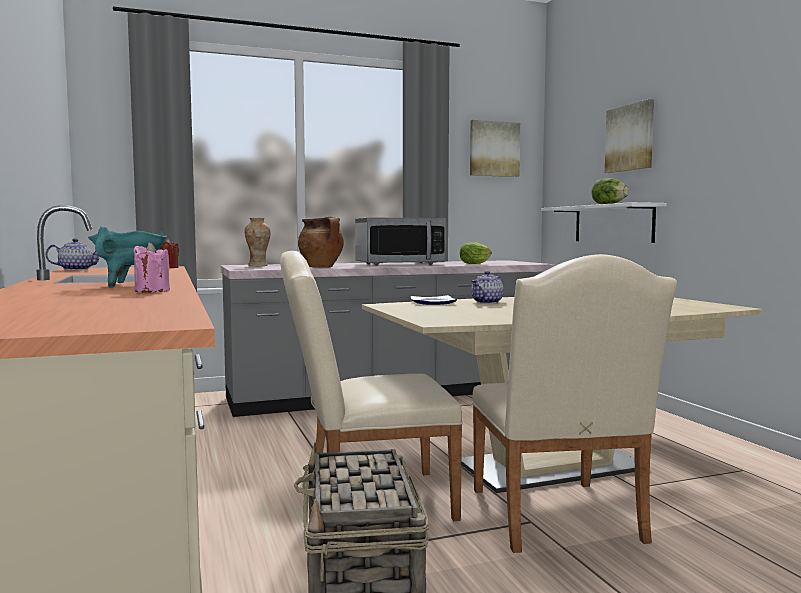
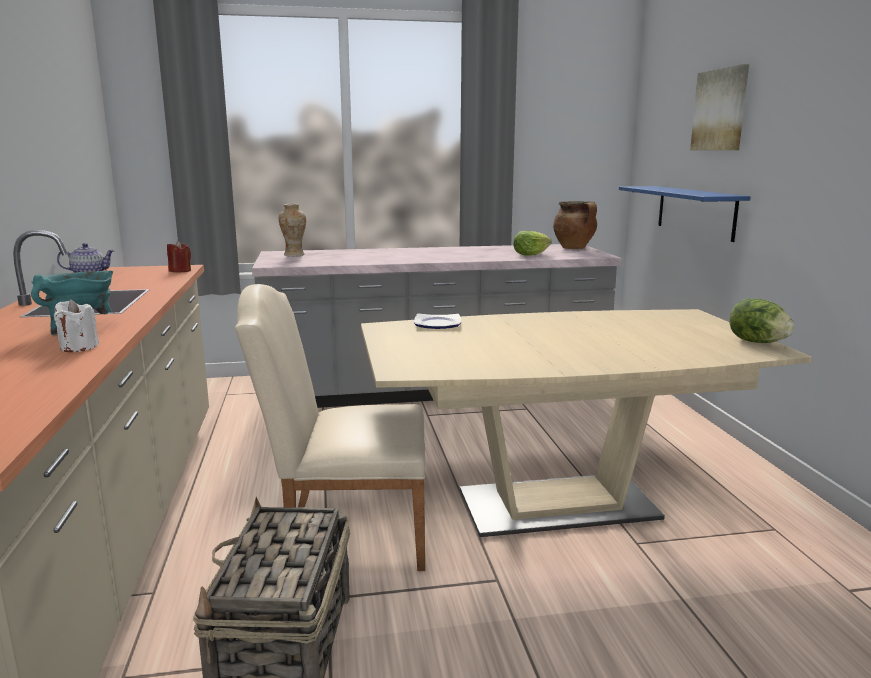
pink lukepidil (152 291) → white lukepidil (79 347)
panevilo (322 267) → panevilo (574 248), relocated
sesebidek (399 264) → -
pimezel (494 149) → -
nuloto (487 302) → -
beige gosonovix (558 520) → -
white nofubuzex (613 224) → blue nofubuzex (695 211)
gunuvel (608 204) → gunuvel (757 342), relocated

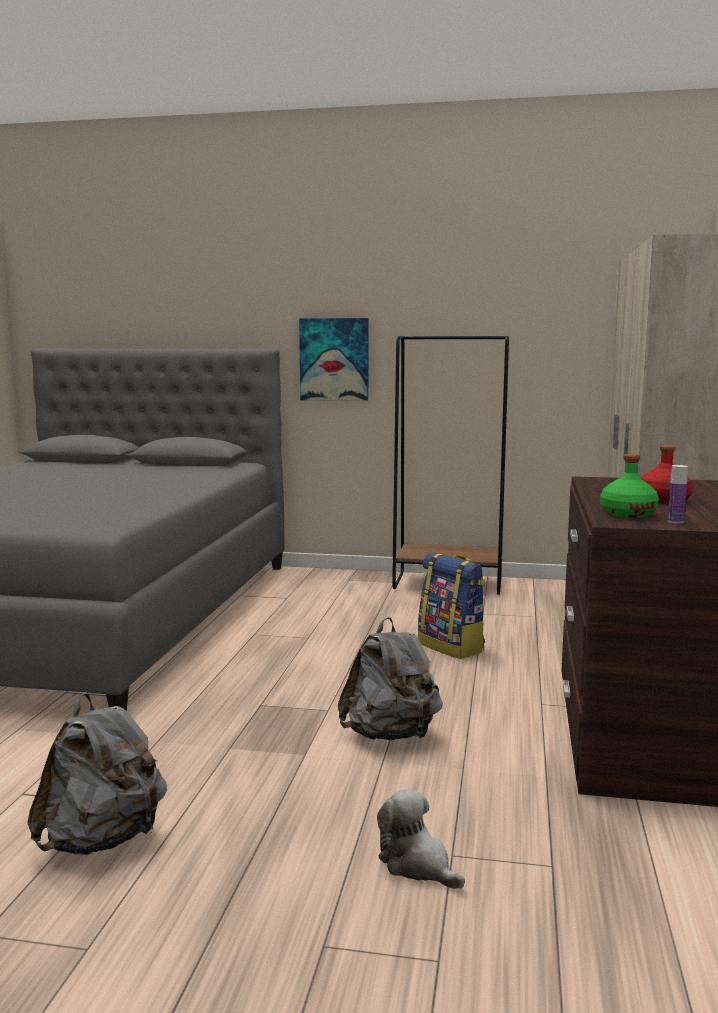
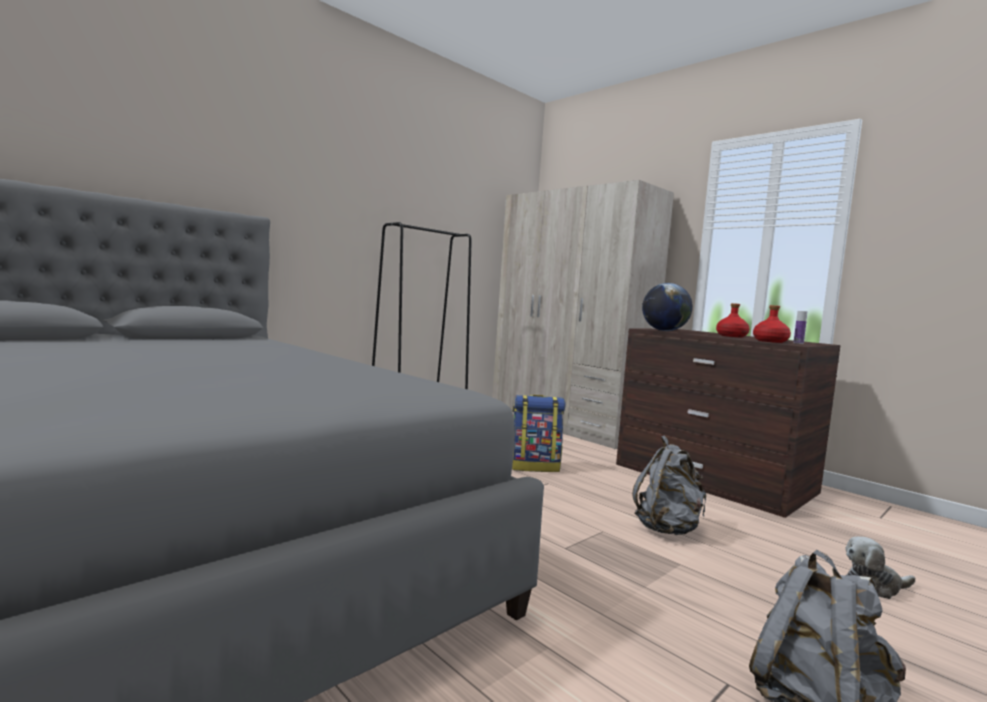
pimezel (334 359) → -
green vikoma (627 514) → red vikoma (769 341)
- → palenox (664 331)

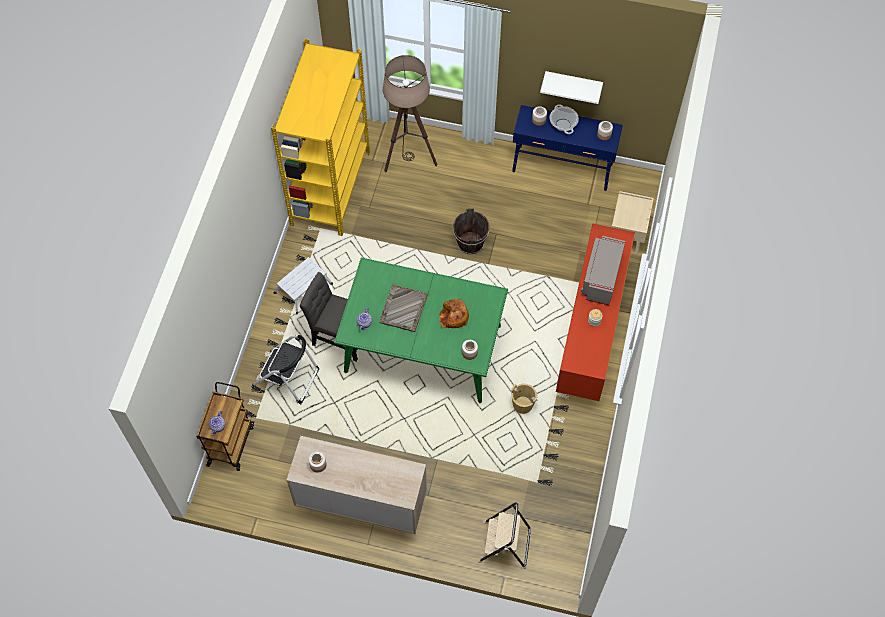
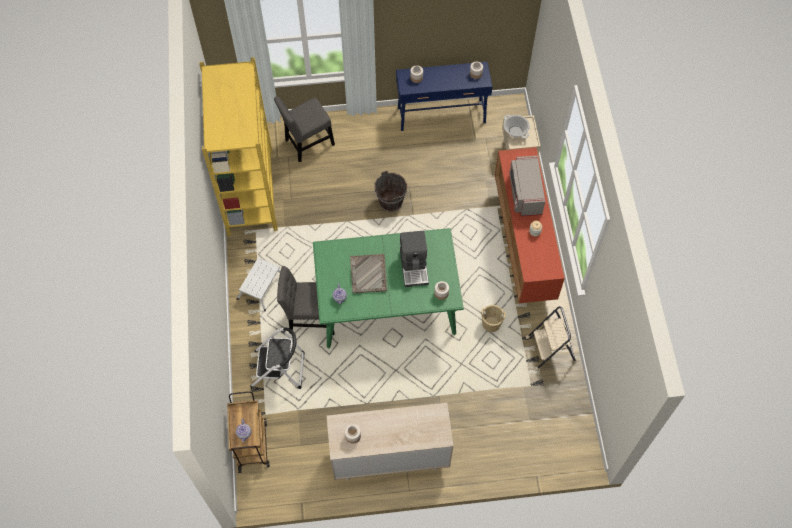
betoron (409 155) → grey gosonovix (307 144)
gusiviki (453 316) → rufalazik (414 267)
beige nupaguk (507 545) → beige nupaguk (553 349), relocated
white nofubuzex (573 83) → -
panevilo (563 125) → panevilo (515 131), relocated

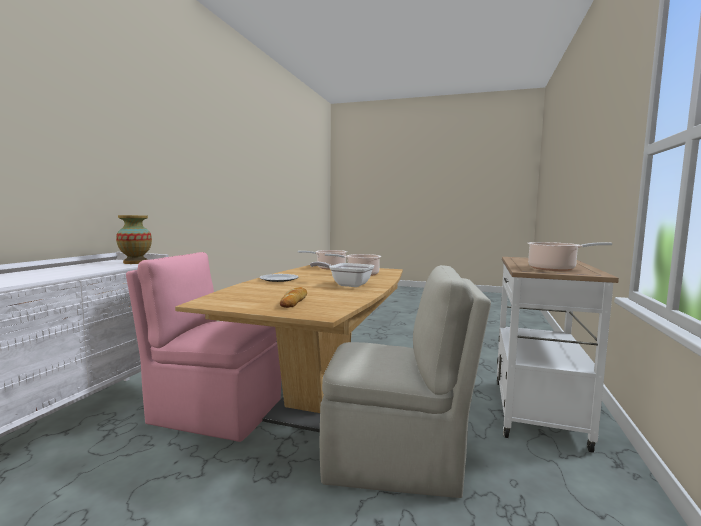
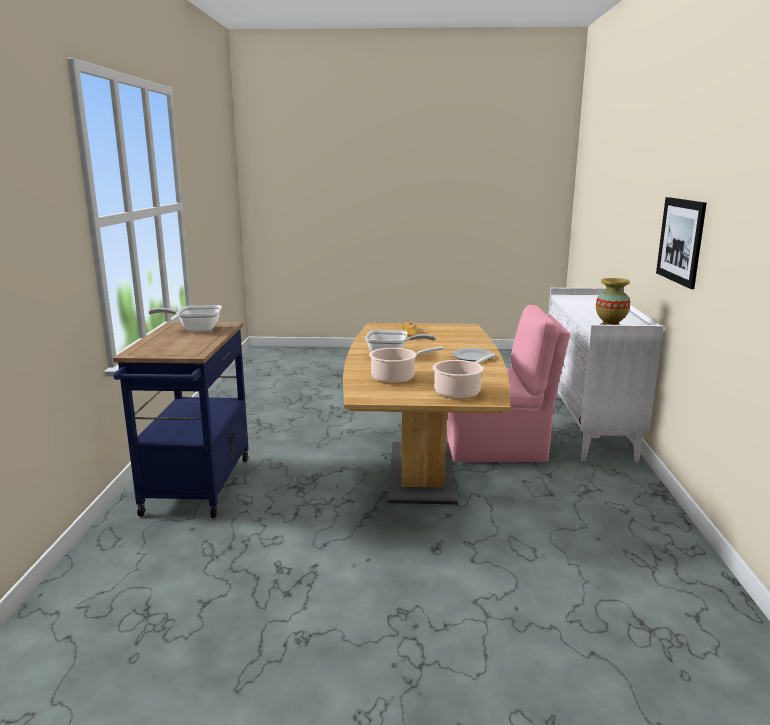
beige gosonovix (396 459) → -
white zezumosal (536 410) → blue zezumosal (196 488)
panevilo (555 269) → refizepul (195 329)
- → pimezel (680 240)

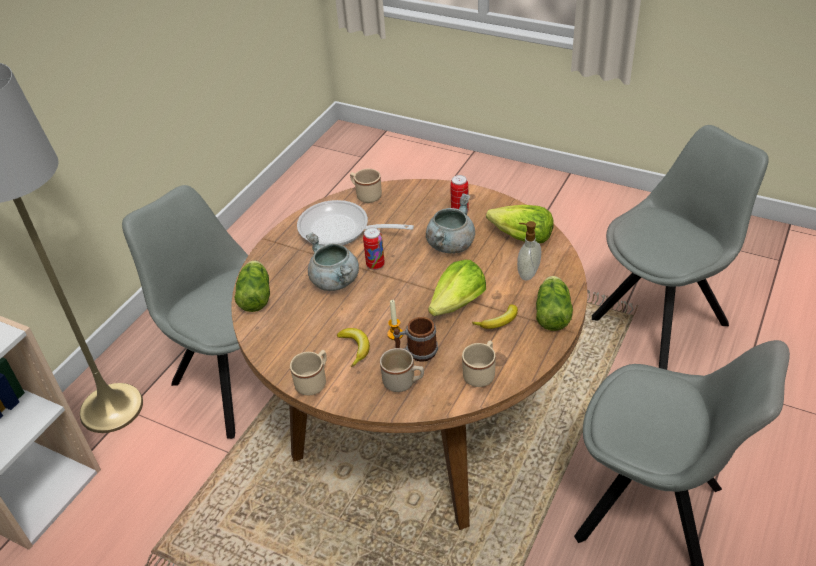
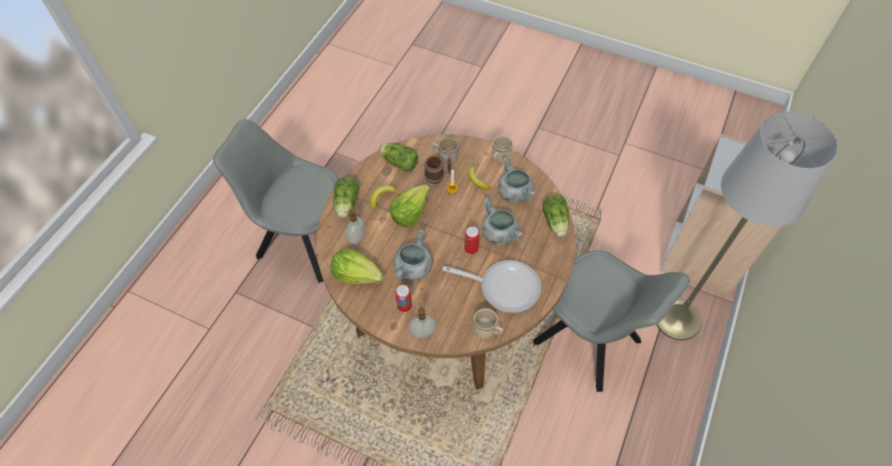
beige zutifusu (481 373) → gunuvel (398 162)
grey gosonovix (661 321) → -
- → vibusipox (422 332)
- → grey panevilo (514 193)

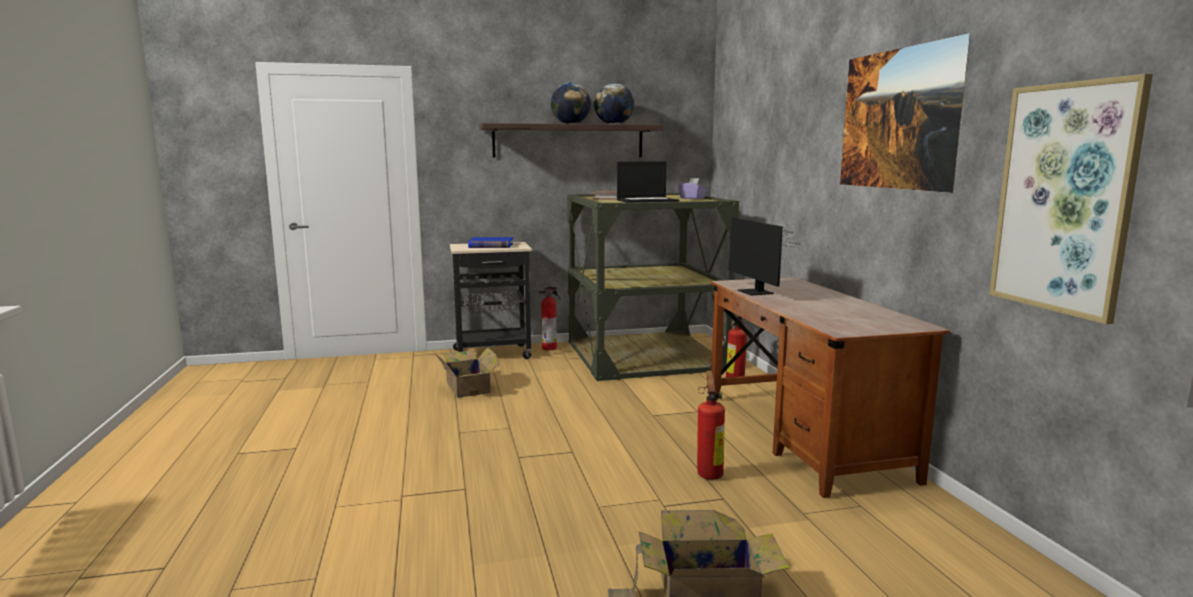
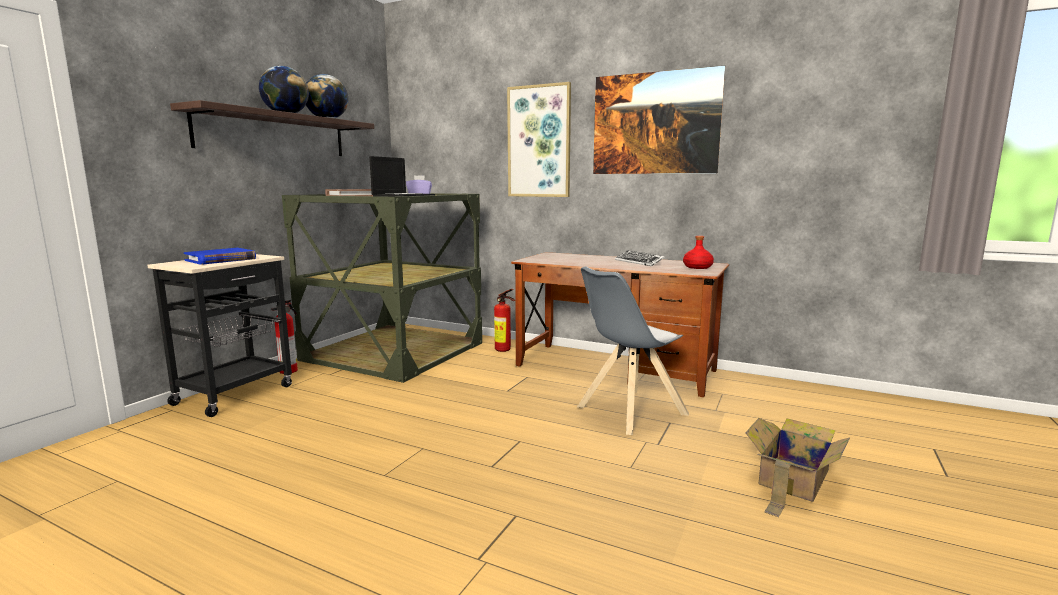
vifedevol (468 387) → -
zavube (709 473) → grey gosonovix (629 411)
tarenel (756 293) → -
pimezel (1064 198) → pimezel (539 142), relocated
- → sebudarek (639 262)
- → red vikoma (698 267)

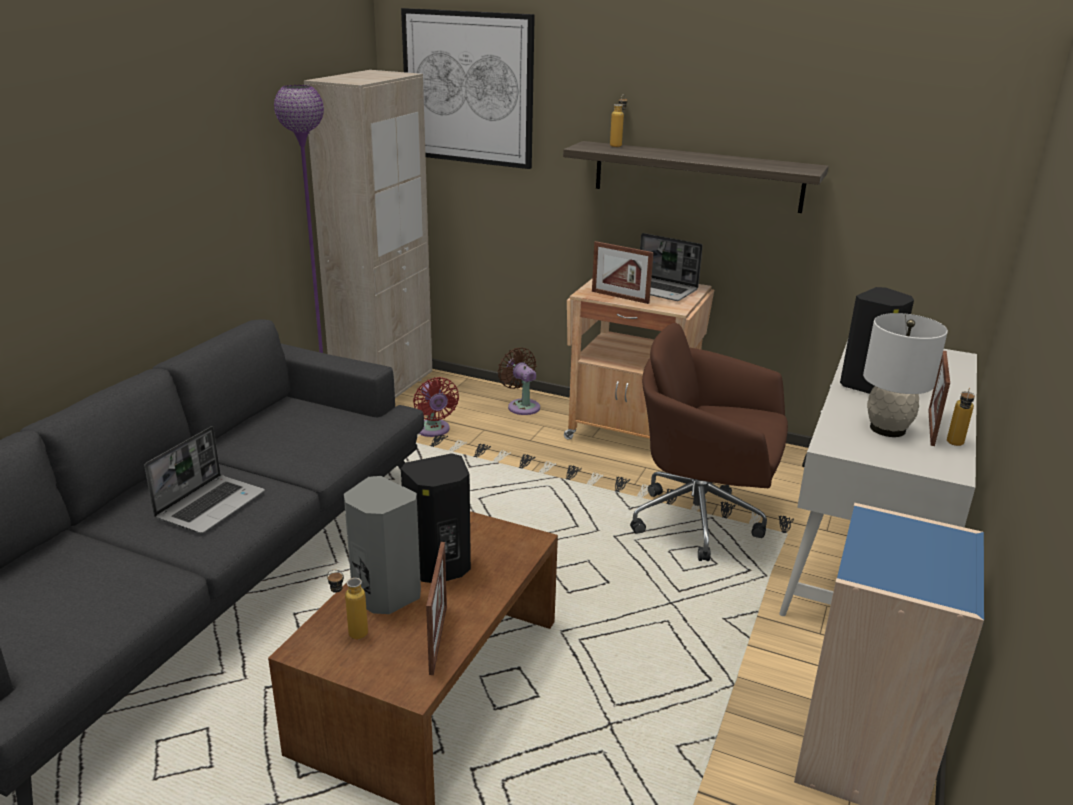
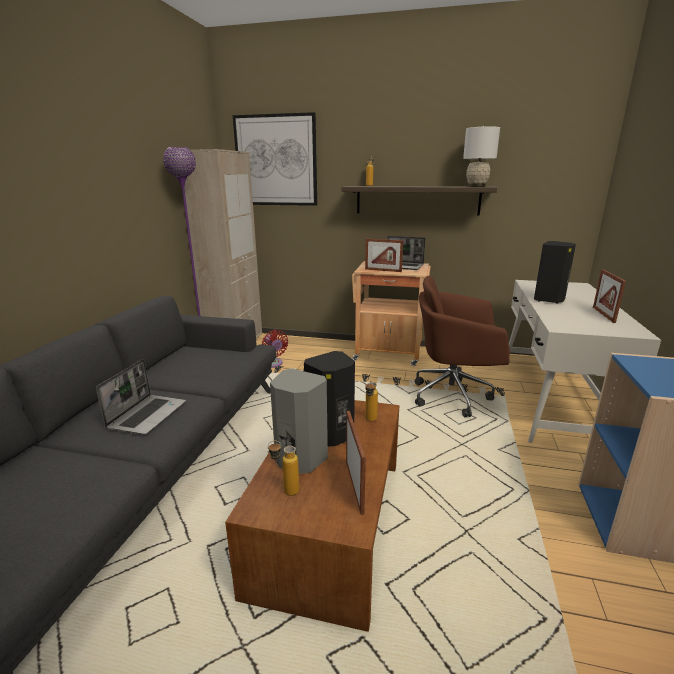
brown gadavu (522 406) → -
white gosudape (887 429) → white gosudape (476 186), relocated
vikoma (954 445) → vikoma (370 421), relocated

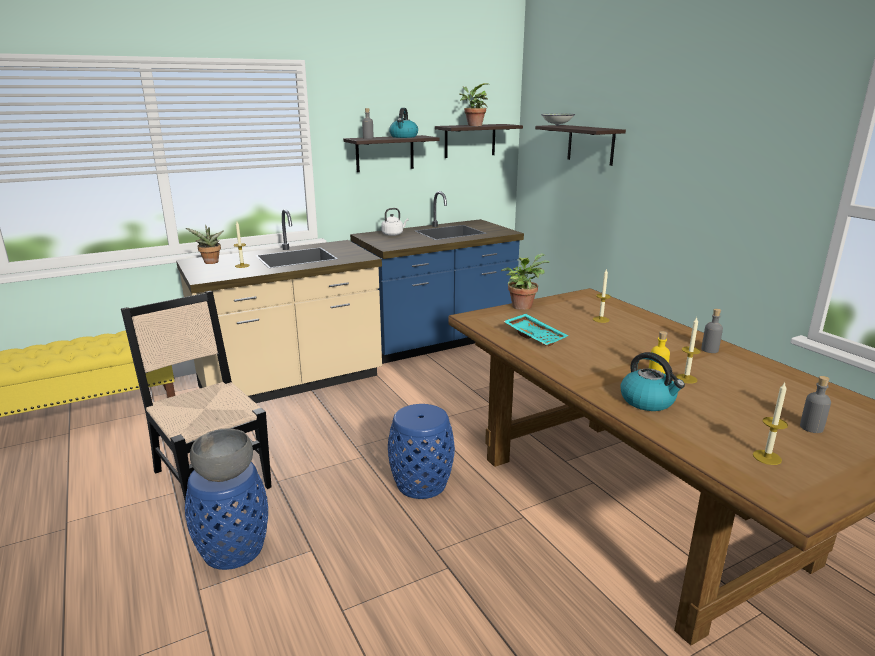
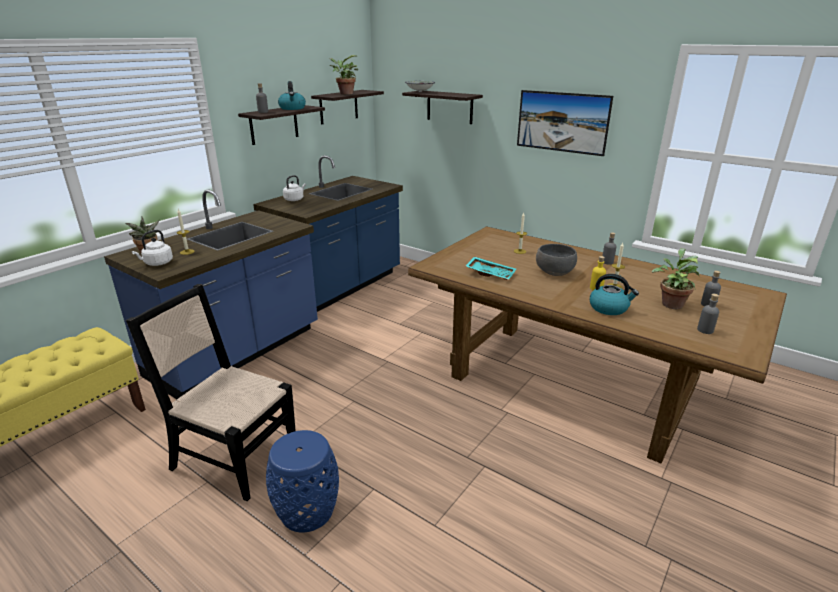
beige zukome (291 383) → blue zukome (237 353)
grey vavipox (225 472) → grey vavipox (554 272), relocated
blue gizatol (421 484) → -
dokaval (522 306) → dokaval (671 303), relocated
lukepidil (767 457) → grey vikoma (705 330)
- → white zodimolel (157 263)
- → pimezel (560 136)

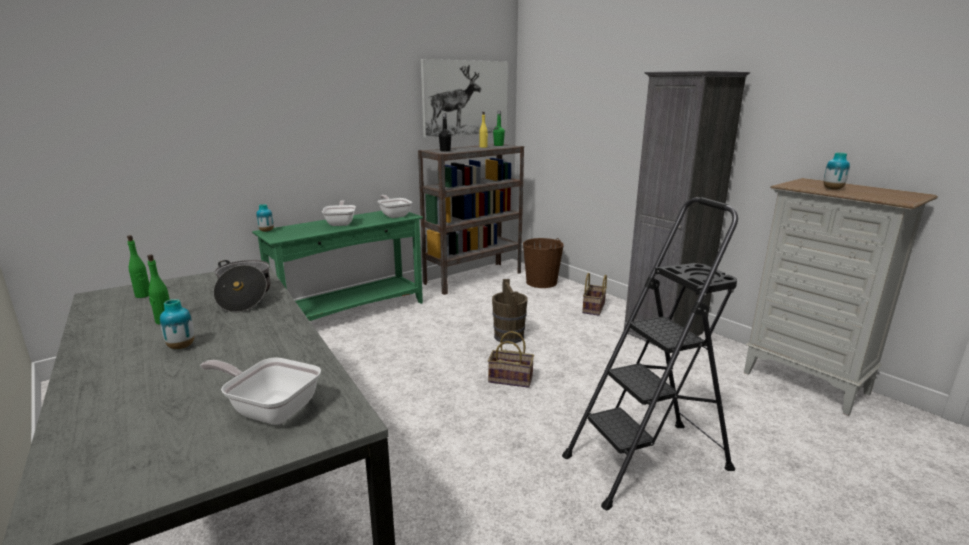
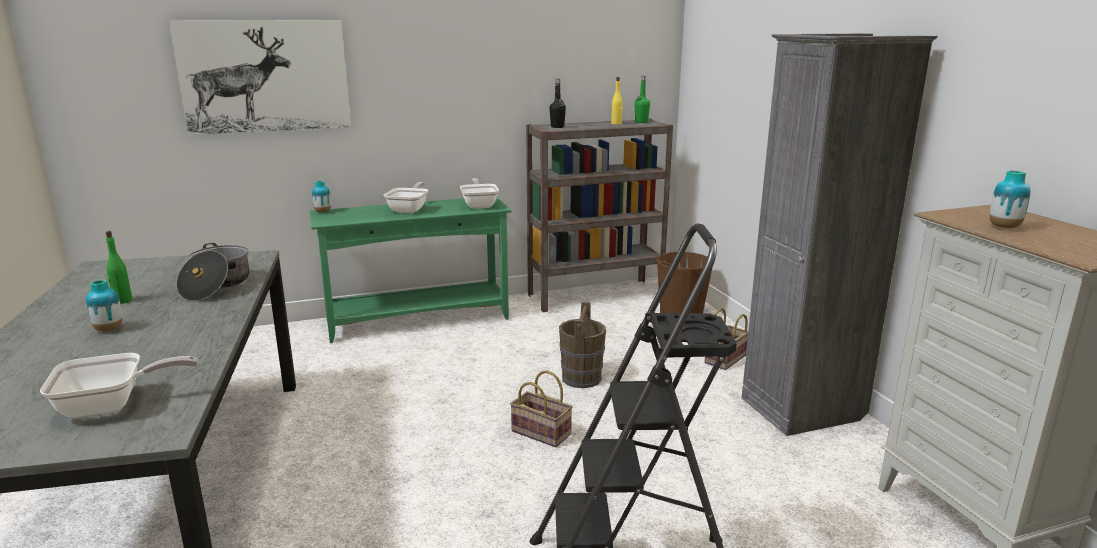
green vikoma (143 295) → -
refizepul (270 409) → refizepul (112 406), 120 degrees clockwise
pimezel (465 98) → pimezel (265 76), relocated

